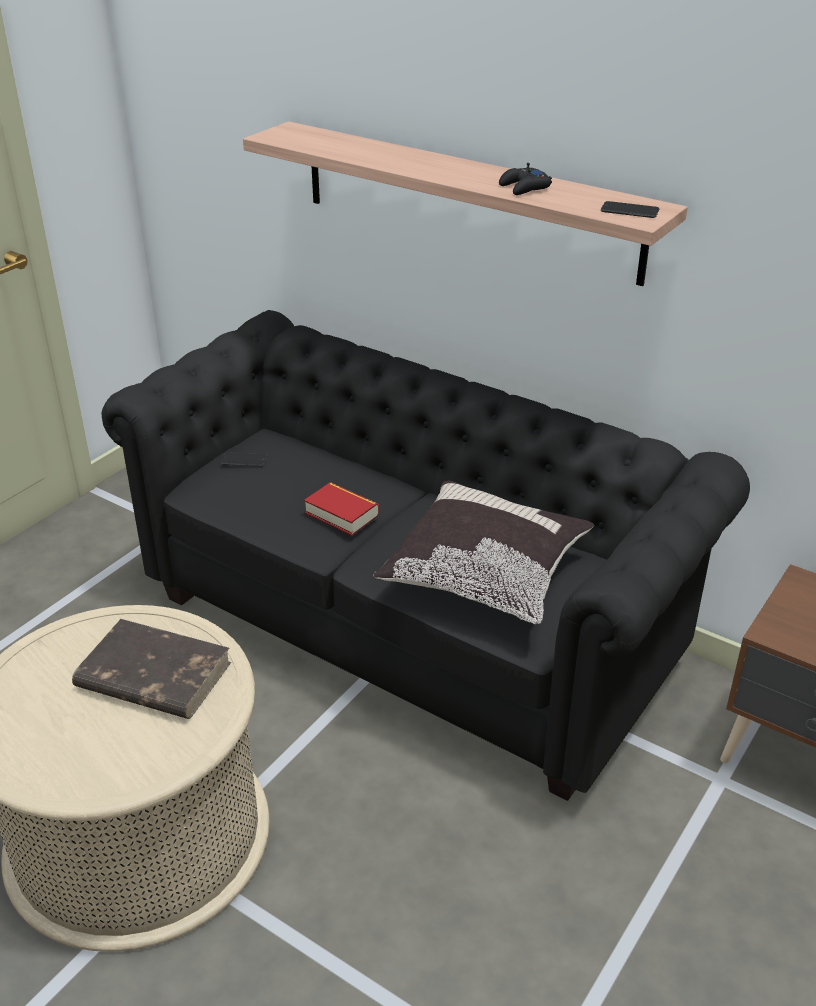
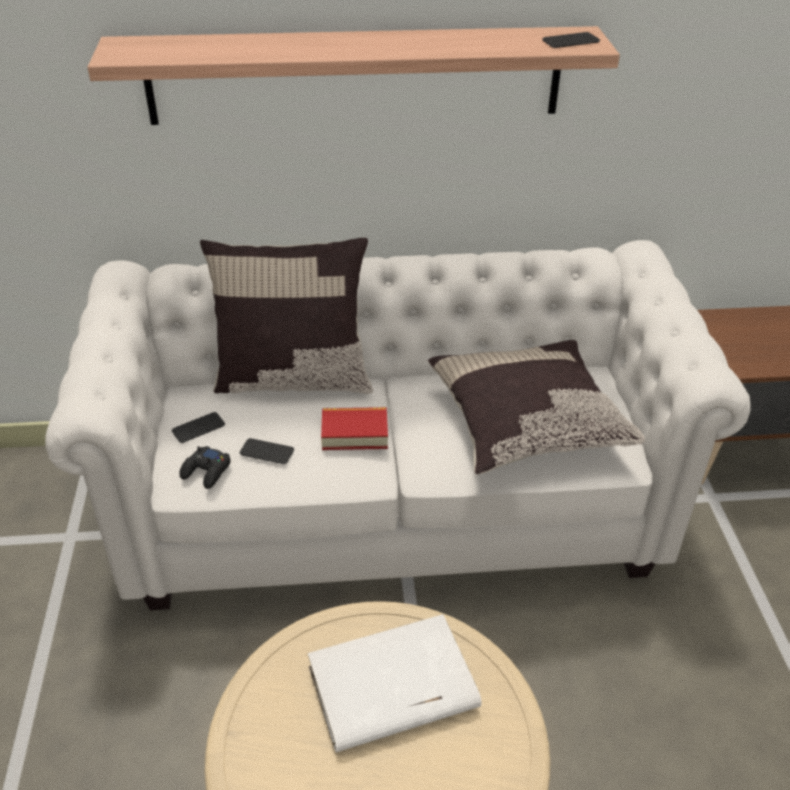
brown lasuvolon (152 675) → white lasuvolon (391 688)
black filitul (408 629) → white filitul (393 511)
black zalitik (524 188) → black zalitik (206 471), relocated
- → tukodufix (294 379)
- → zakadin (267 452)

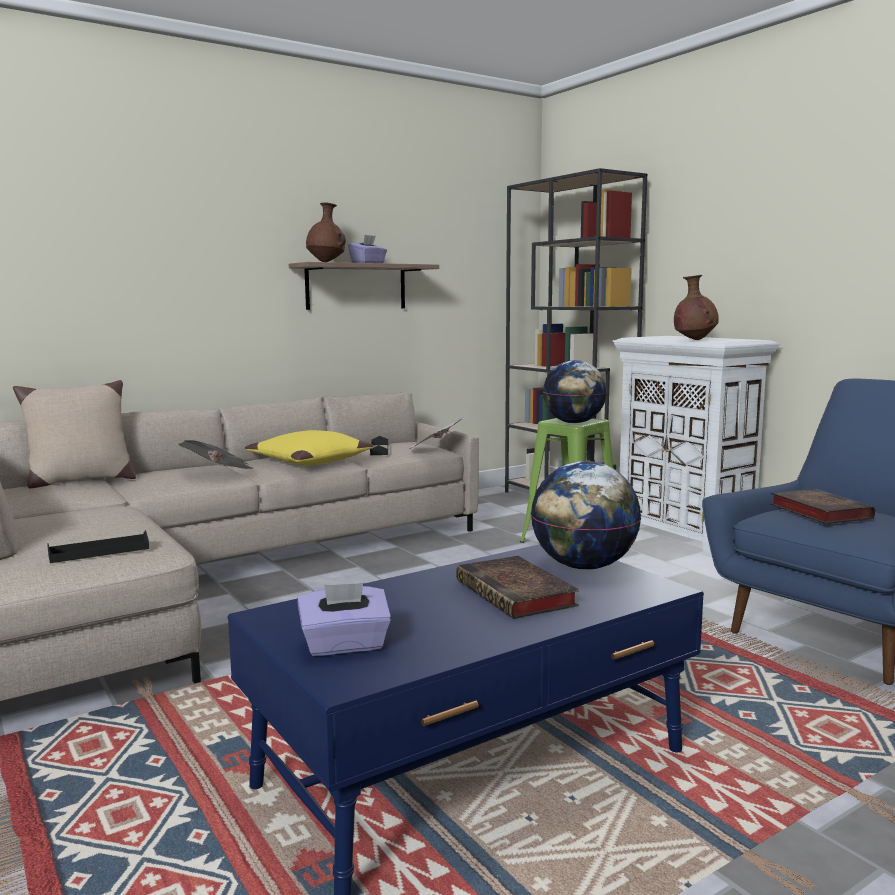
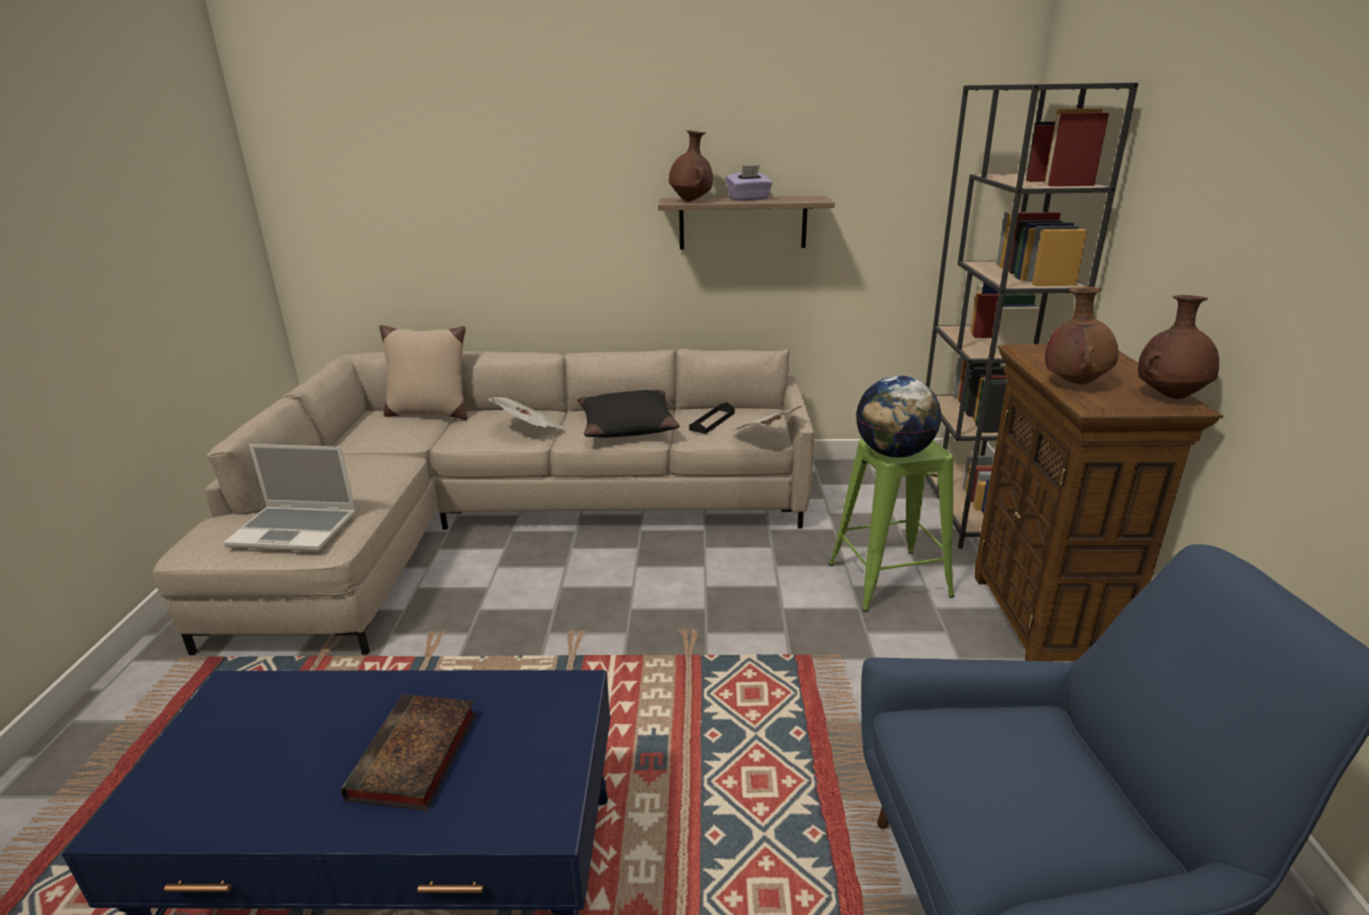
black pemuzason (99 552) → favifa (296 530)
yellow tukodufix (309 461) → black tukodufix (626 426)
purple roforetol (345 645) → -
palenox (583 566) → -
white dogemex (686 536) → brown dogemex (1044 622)
lasuvolon (817 511) → -
- → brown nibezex (1170 396)

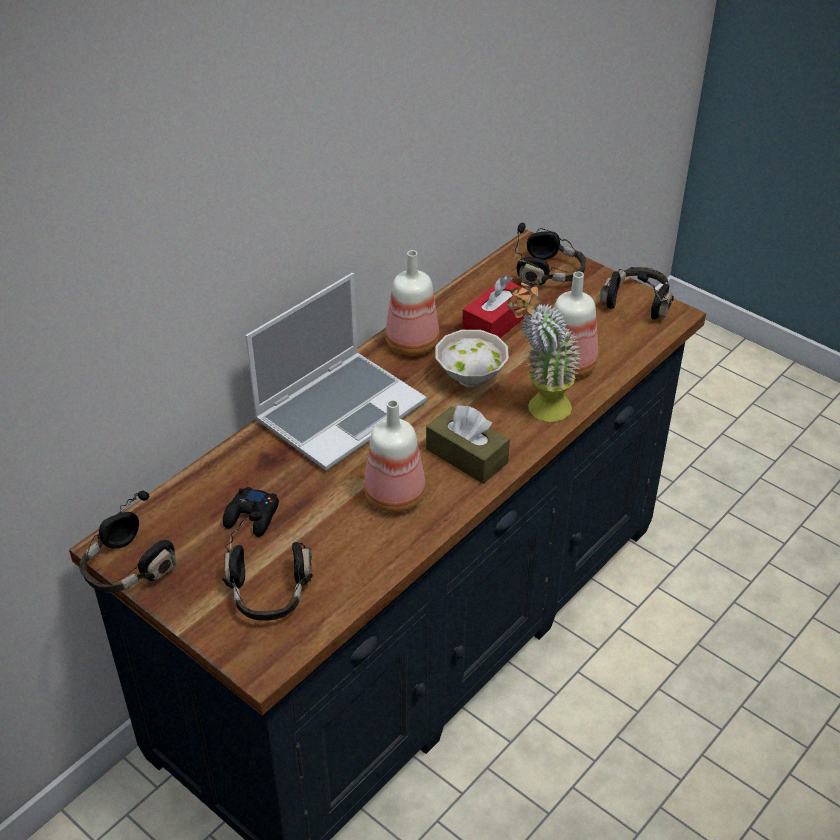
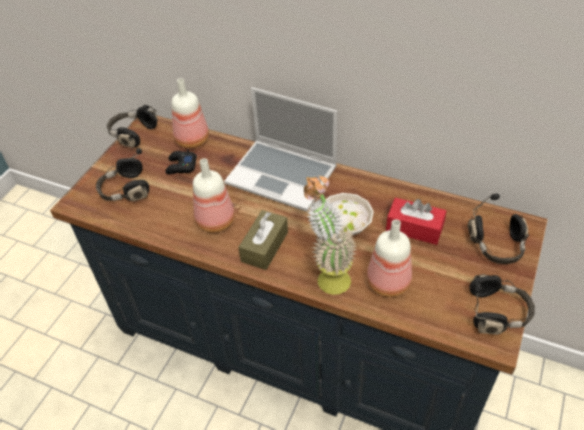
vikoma (412 345) → vikoma (191 140), relocated

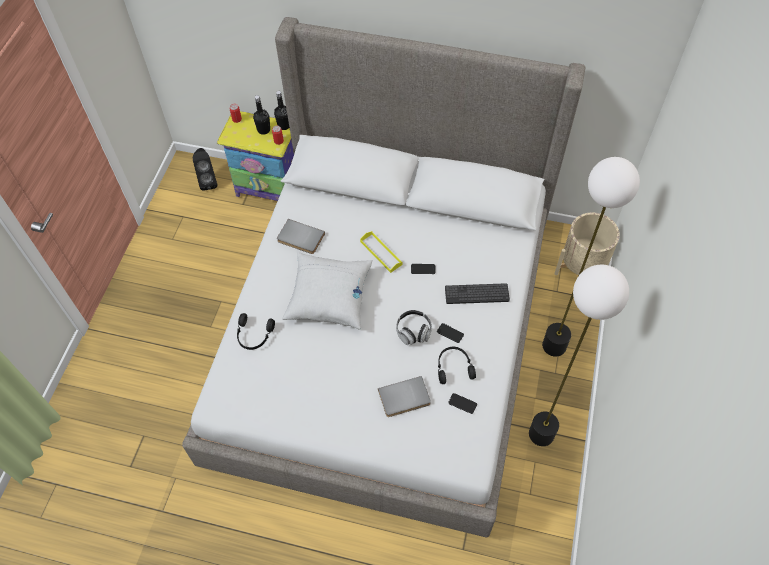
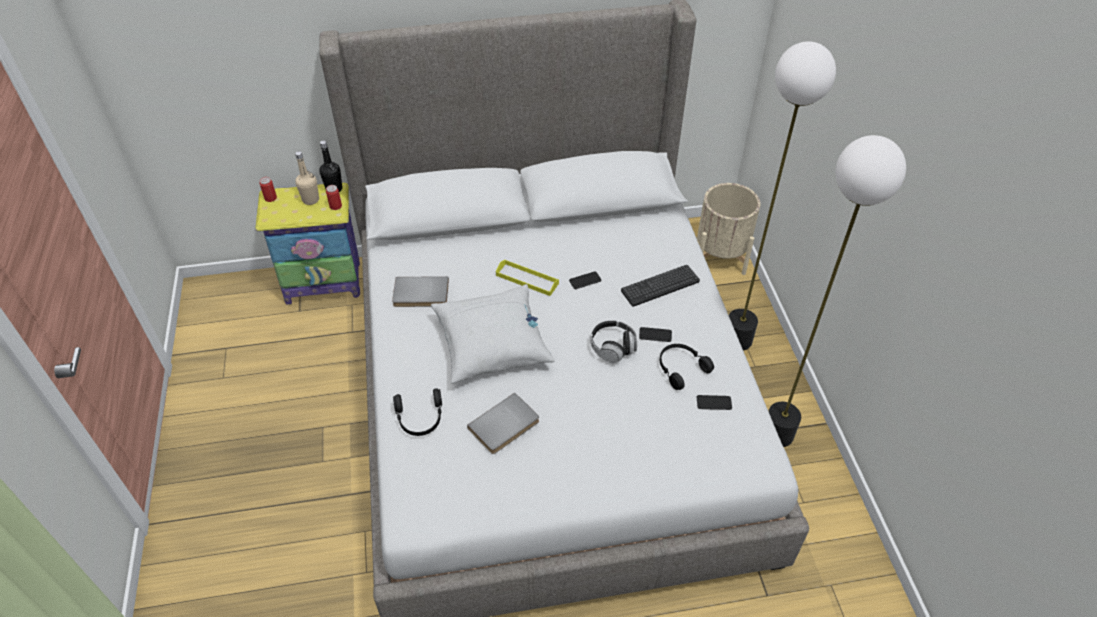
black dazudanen (208 181) → -
black vikoma (264 130) → beige vikoma (311 200)
grey lasuvolon (404 399) → grey lasuvolon (505 426), relocated

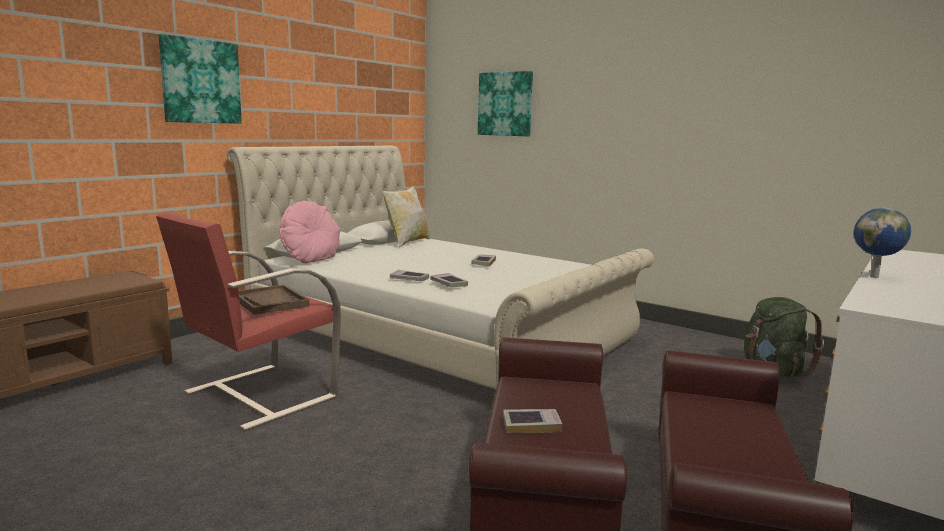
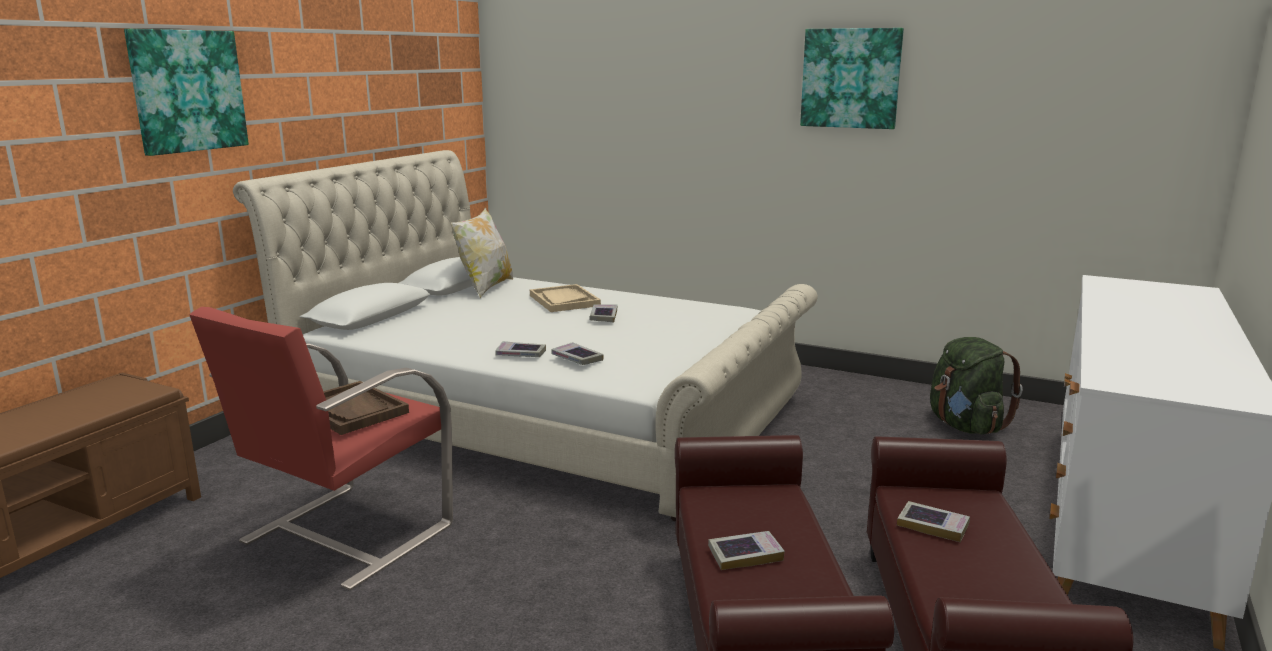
pink tukodufix (311 261) → -
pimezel (505 104) → pimezel (851 78), relocated
palenox (875 277) → -
- → beige pemuzason (564 300)
- → lasuvolon (933 526)

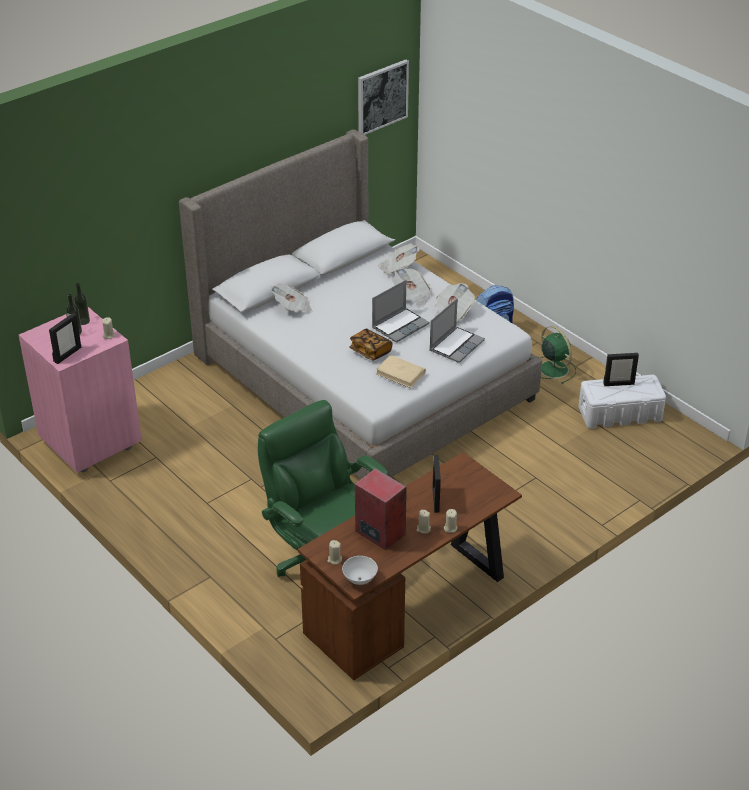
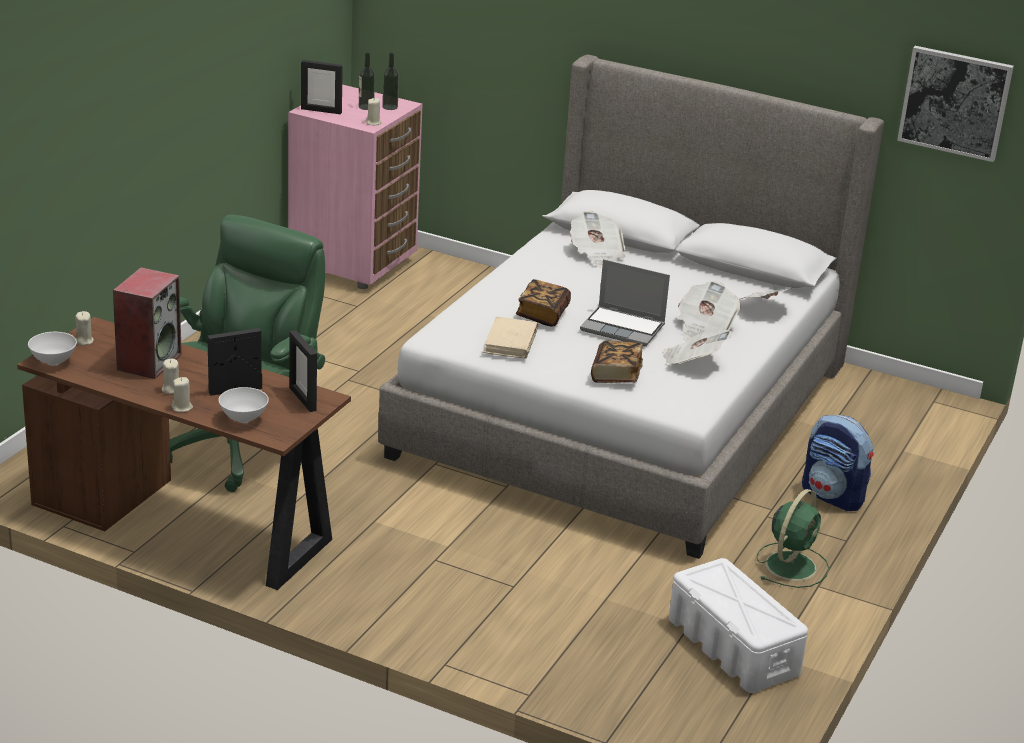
favifa (456 345) → lasuvolon (616 374)
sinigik (618 383) → sinigik (303 399), relocated
- → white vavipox (244 419)

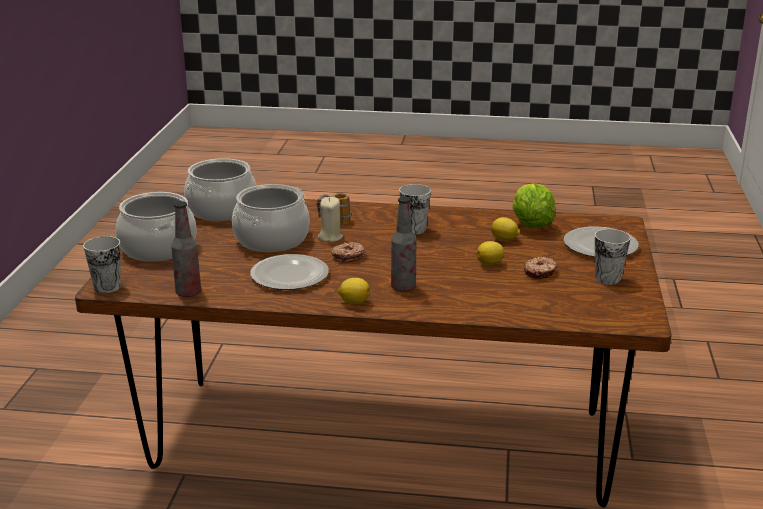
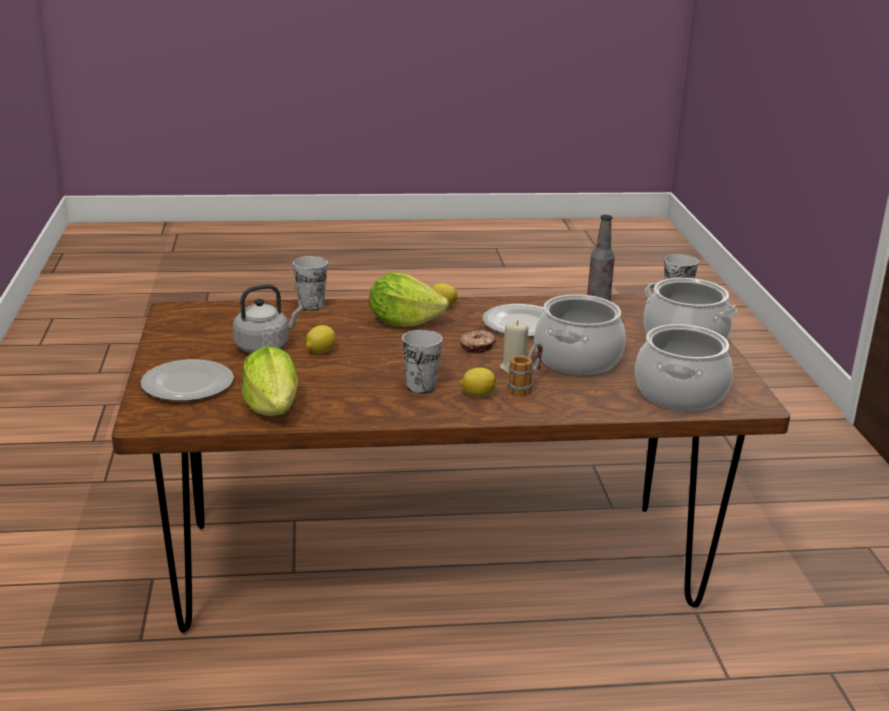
vikoma (403 287) → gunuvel (403 322)
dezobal (504 240) → dezobal (477 395), relocated
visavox (540 273) → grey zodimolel (264 346)
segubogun (607 279) → segubogun (311 306), relocated

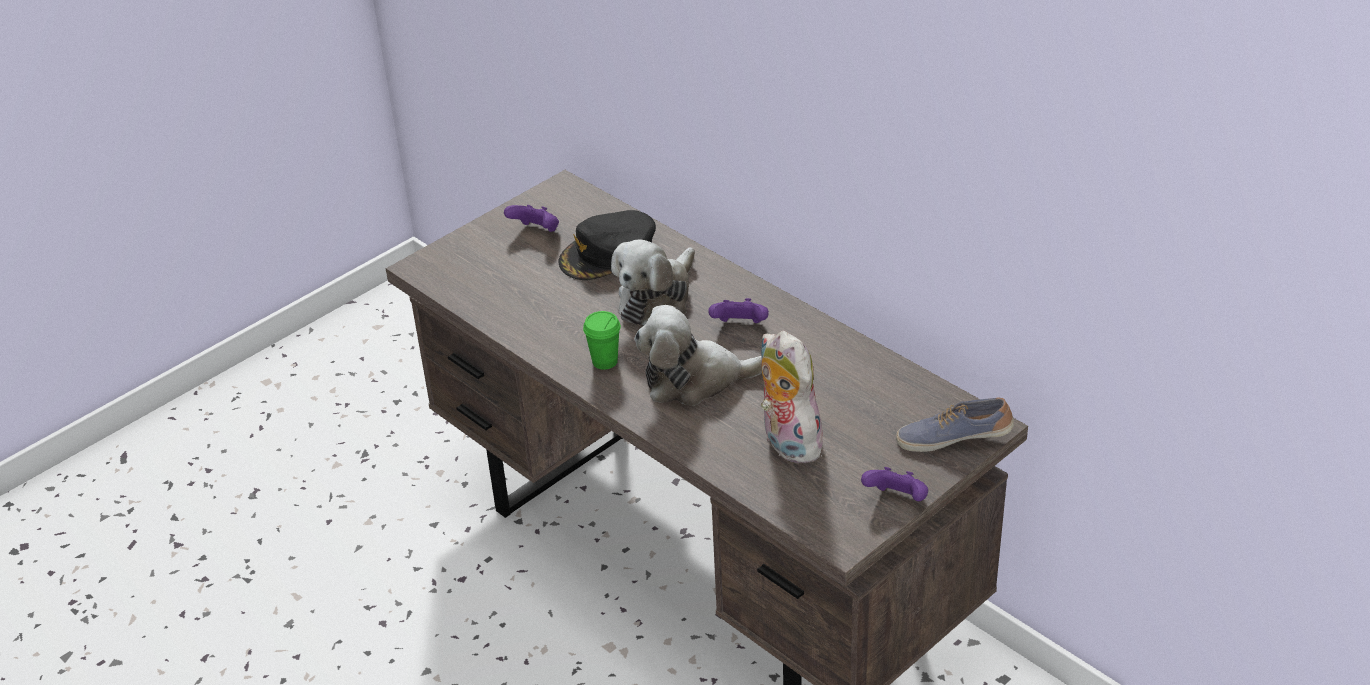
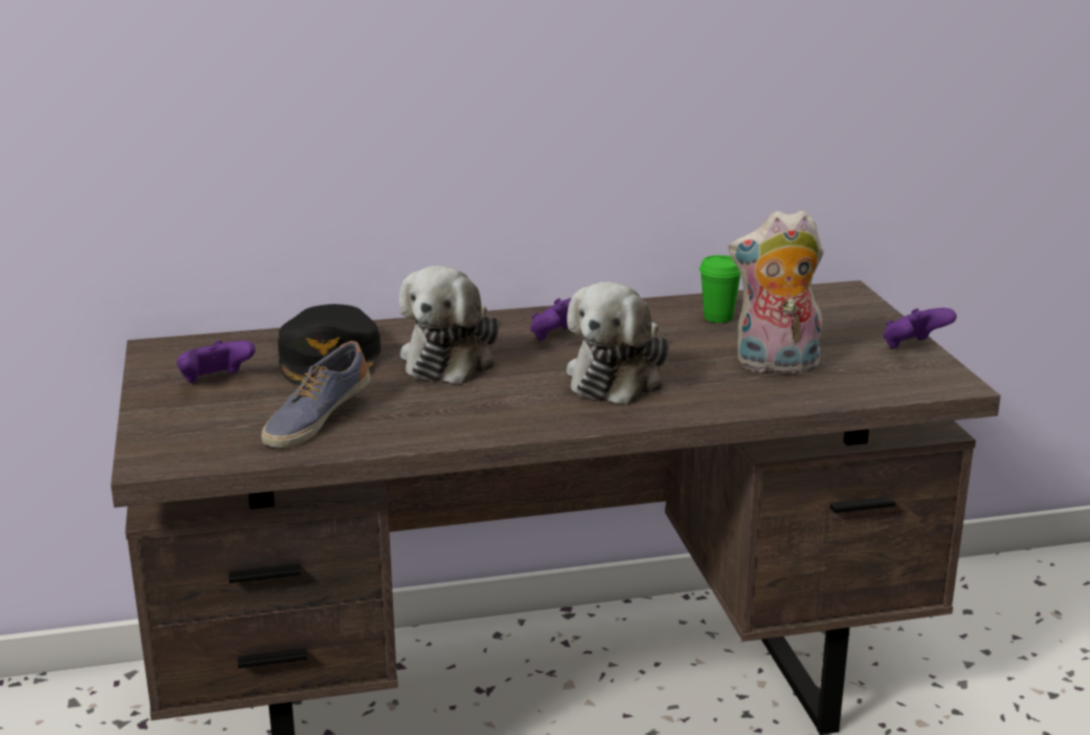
green segubogun (605 361) → green segubogun (718 317), relocated
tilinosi (657 299) → tilinosi (452 359), 45 degrees clockwise
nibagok (953 438) → nibagok (316 419), relocated

